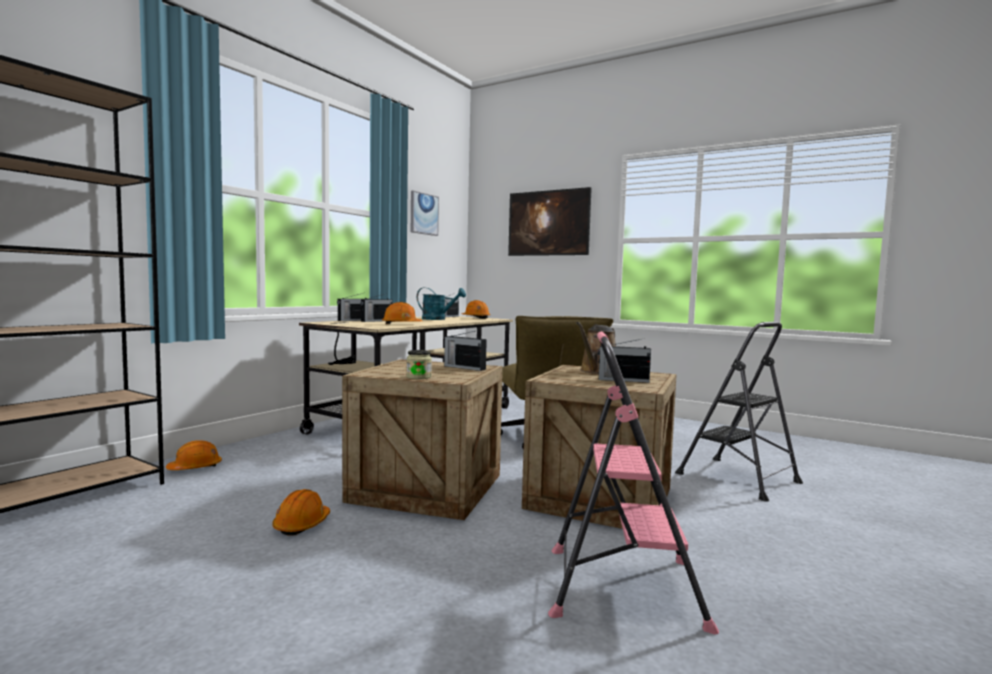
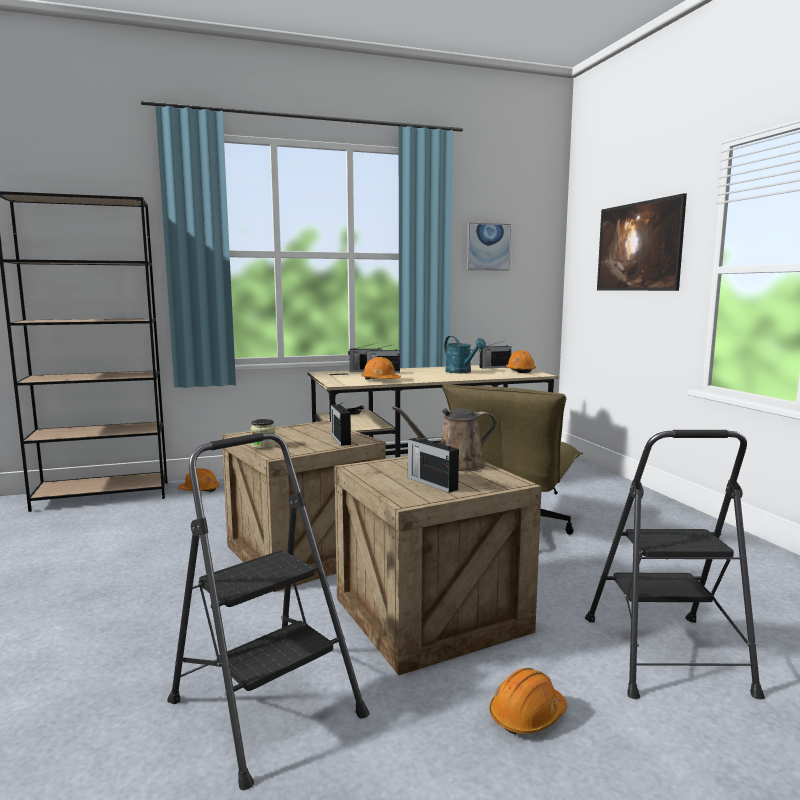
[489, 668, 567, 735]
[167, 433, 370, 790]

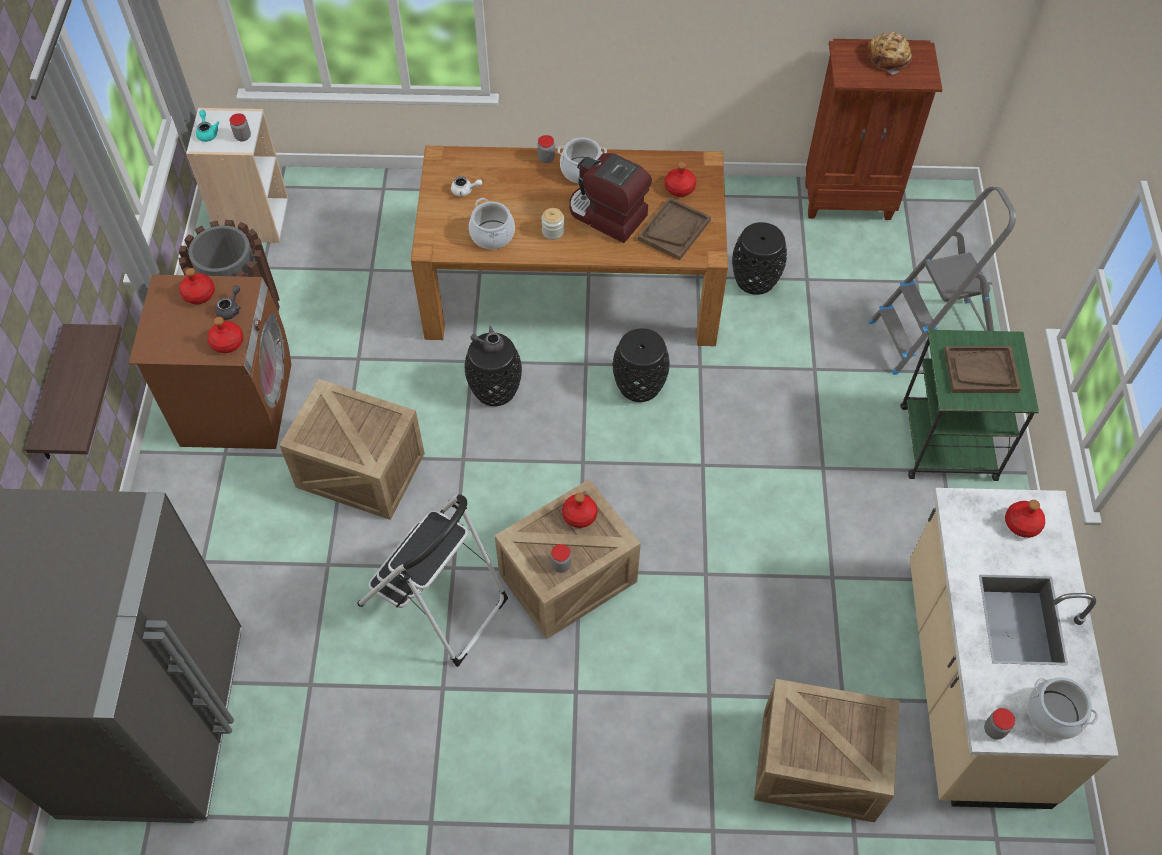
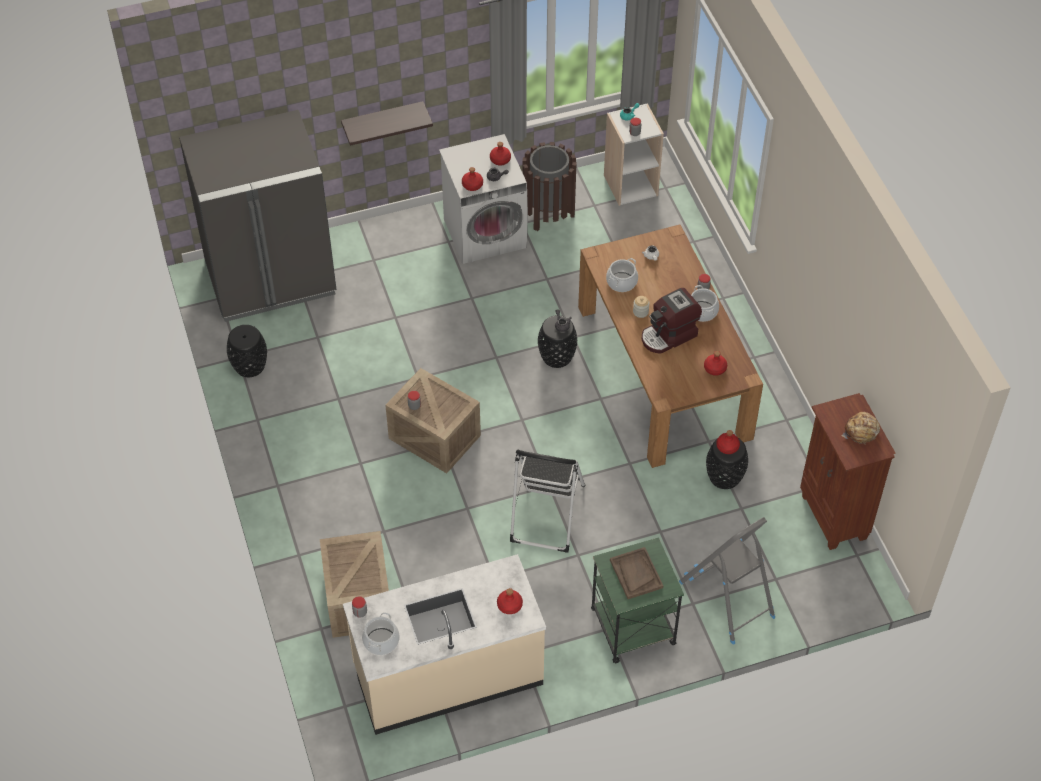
[279, 379, 425, 520] (first image)
[638, 197, 711, 261] (first image)
[510, 450, 585, 553]
[716, 430, 740, 454]
[227, 325, 267, 377]
[439, 134, 528, 264]
[642, 288, 702, 354]

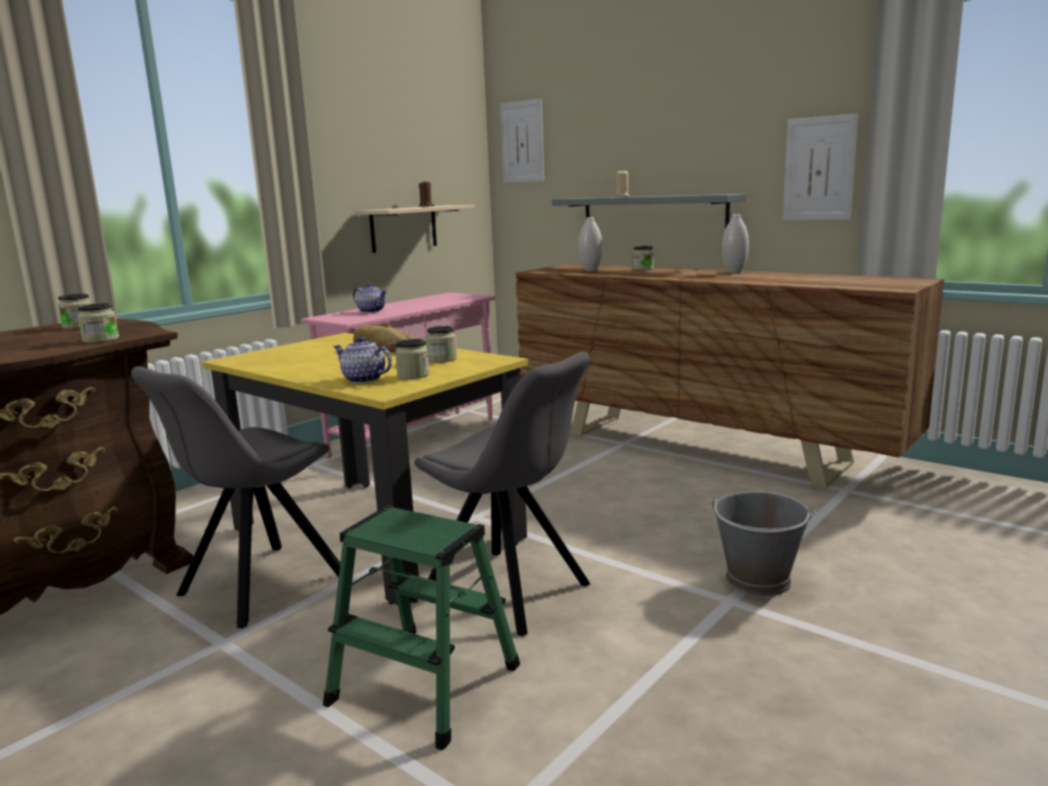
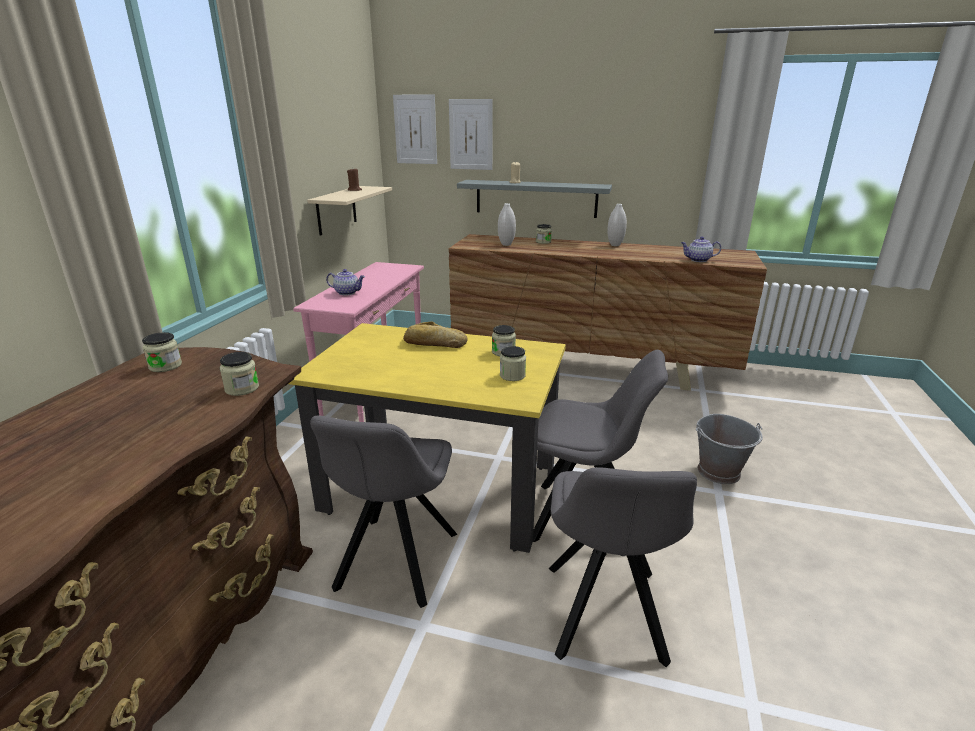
[681, 237, 721, 262]
[449, 99, 493, 170]
[549, 467, 697, 667]

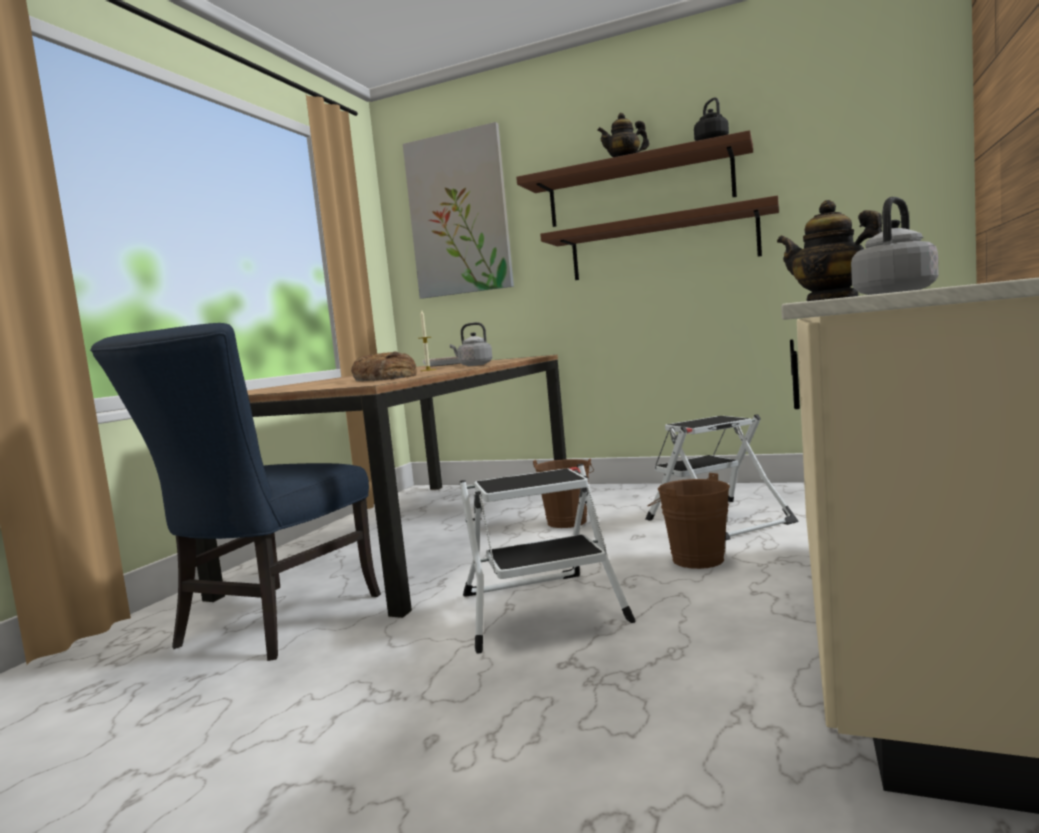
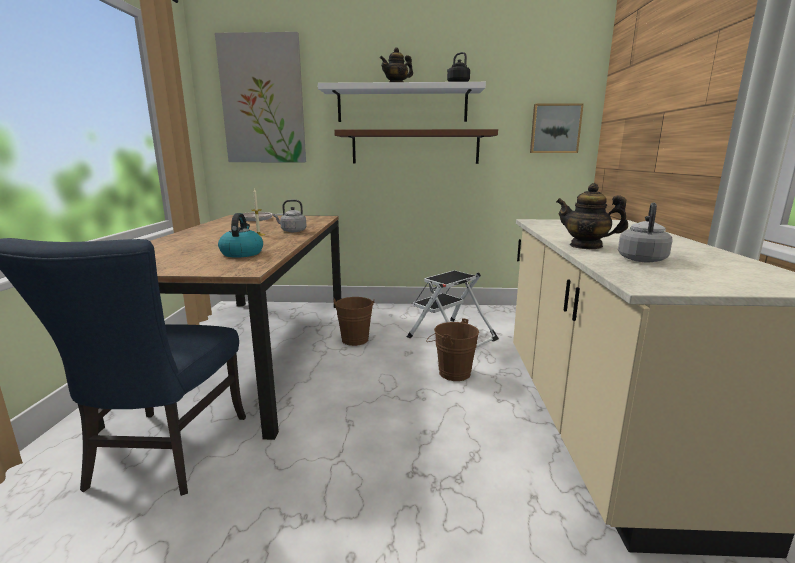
[460, 464, 636, 654] (first image)
[530, 103, 584, 153]
[218, 213, 263, 258]
[318, 82, 486, 122]

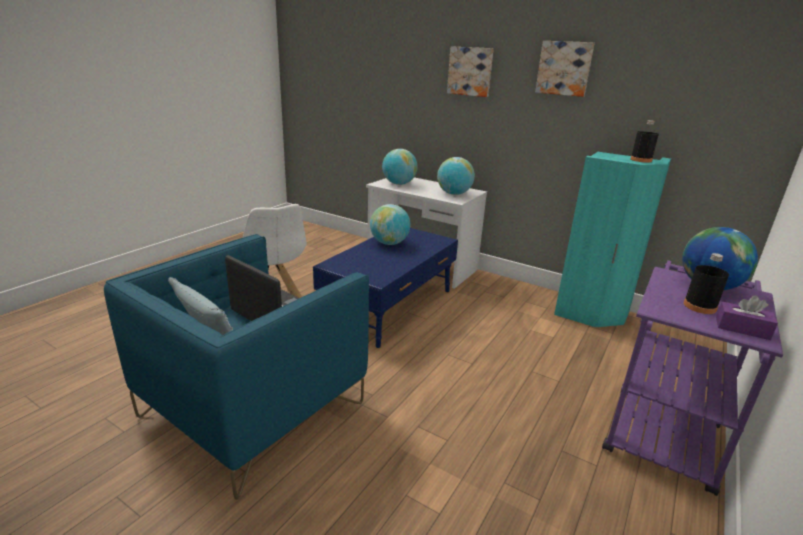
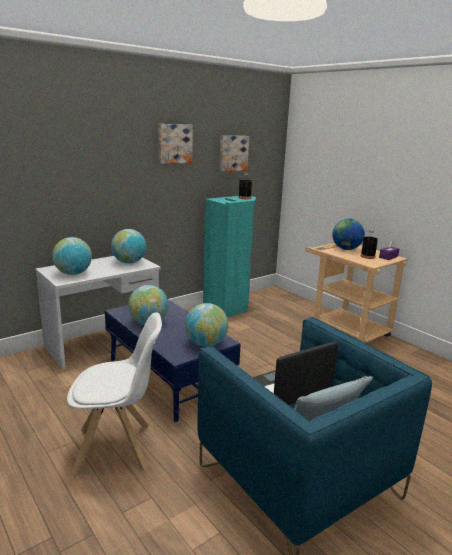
[185, 303, 228, 347]
[219, 136, 249, 172]
[305, 242, 407, 343]

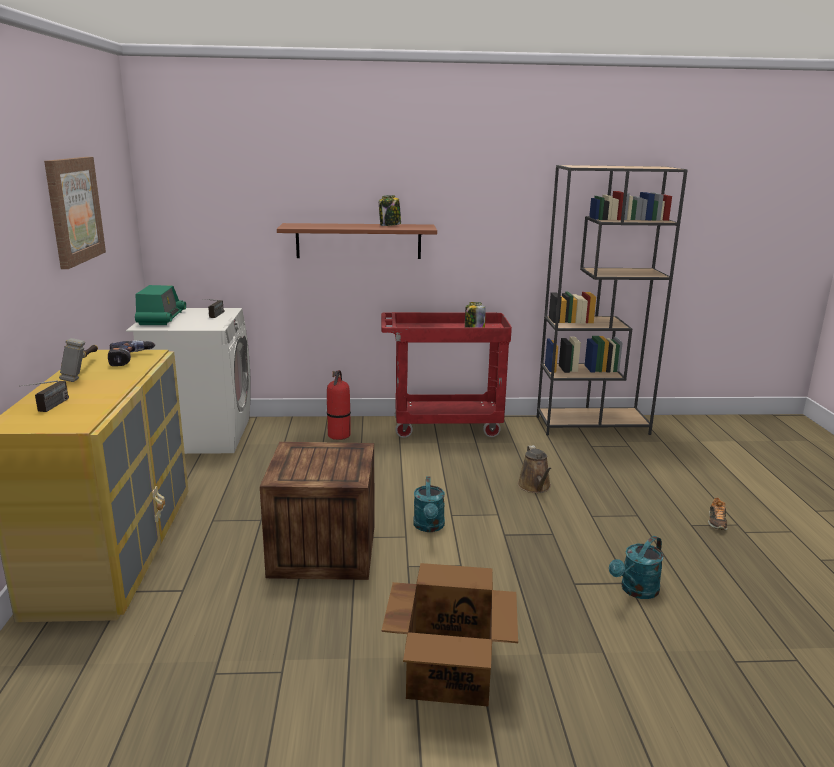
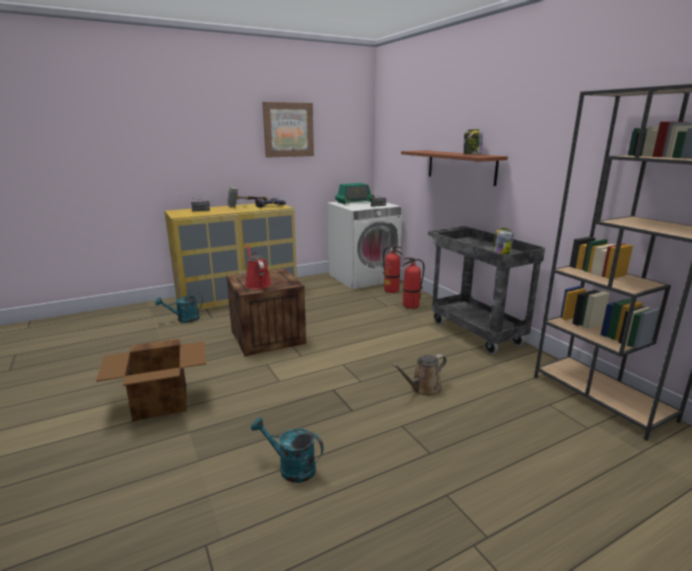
[708, 497, 727, 530] (first image)
[245, 243, 271, 289]
[383, 246, 402, 293]
[155, 292, 203, 323]
[428, 226, 545, 354]

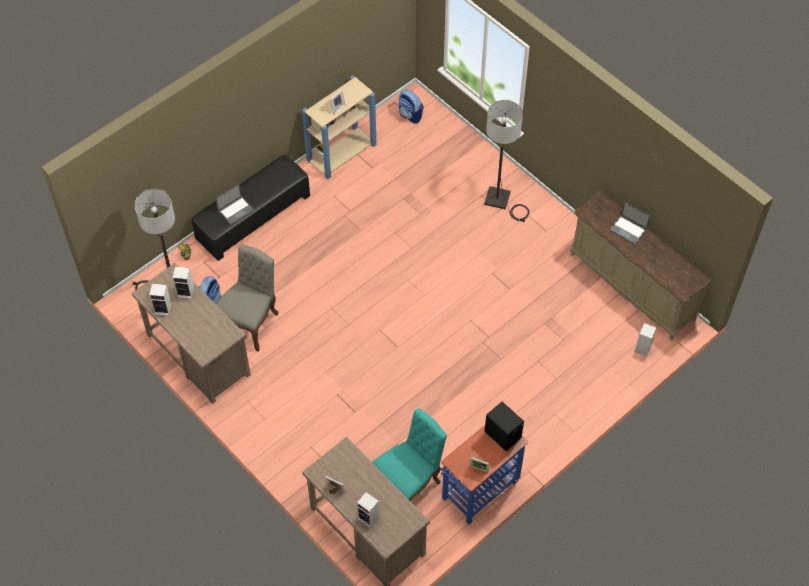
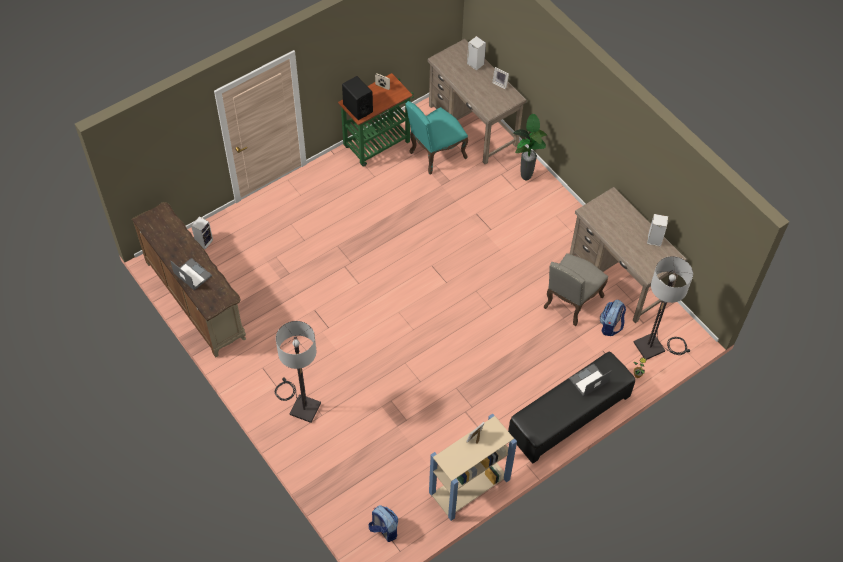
[172, 266, 194, 299] (first image)
[513, 114, 547, 180]
[338, 73, 414, 167]

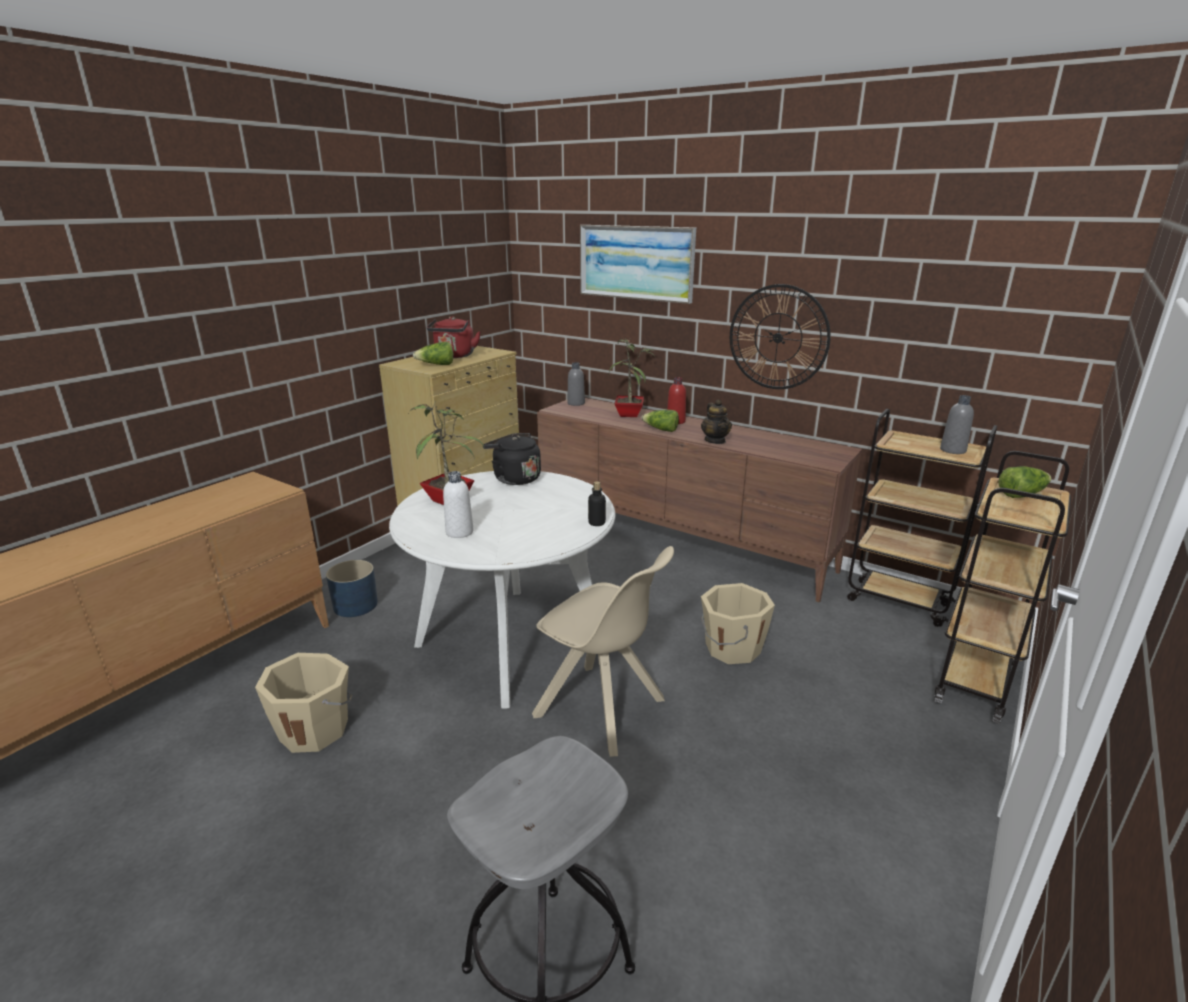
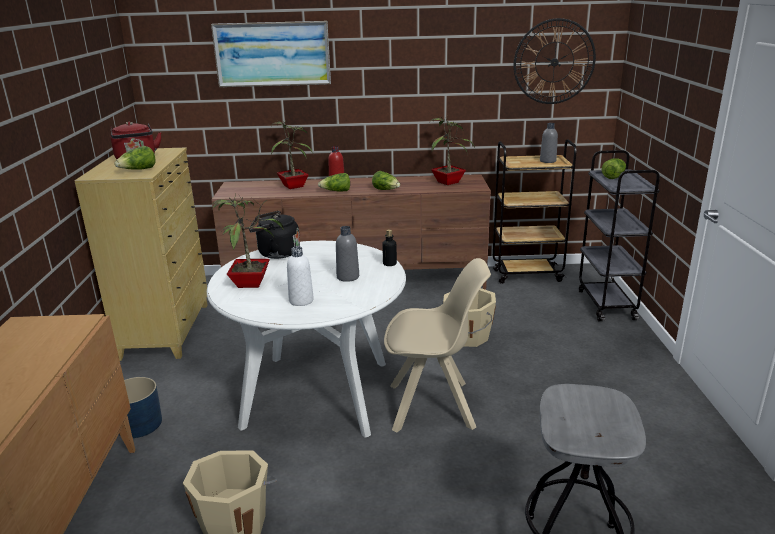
[431, 116, 476, 185]
[336, 226, 359, 282]
[514, 18, 596, 104]
[372, 171, 400, 190]
[578, 150, 660, 321]

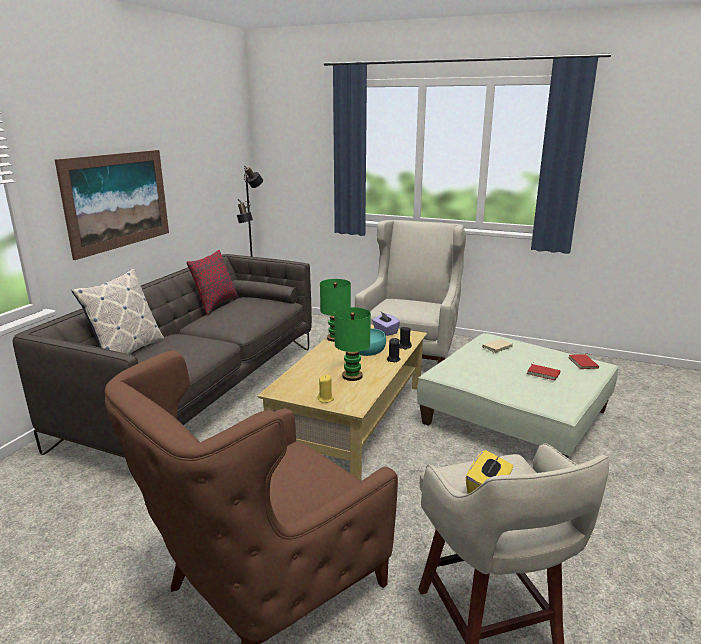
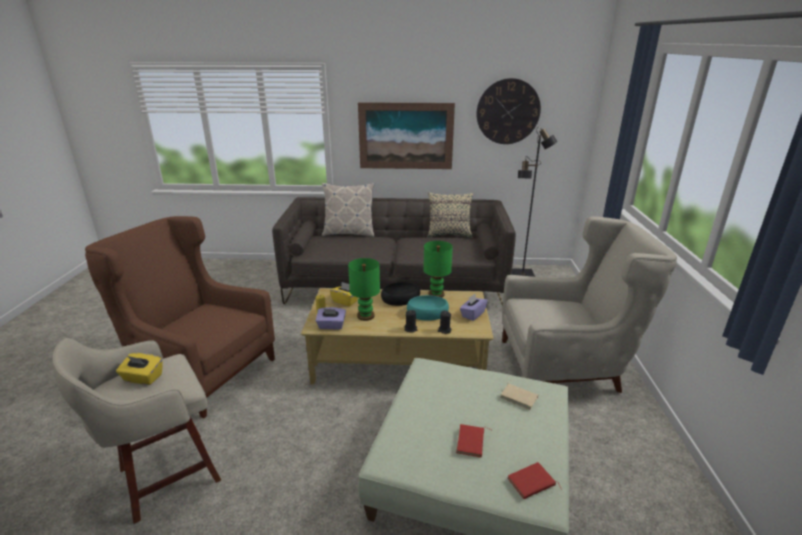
[316, 307, 346, 330]
[330, 282, 358, 306]
[381, 282, 420, 306]
[477, 78, 541, 144]
[428, 193, 473, 238]

